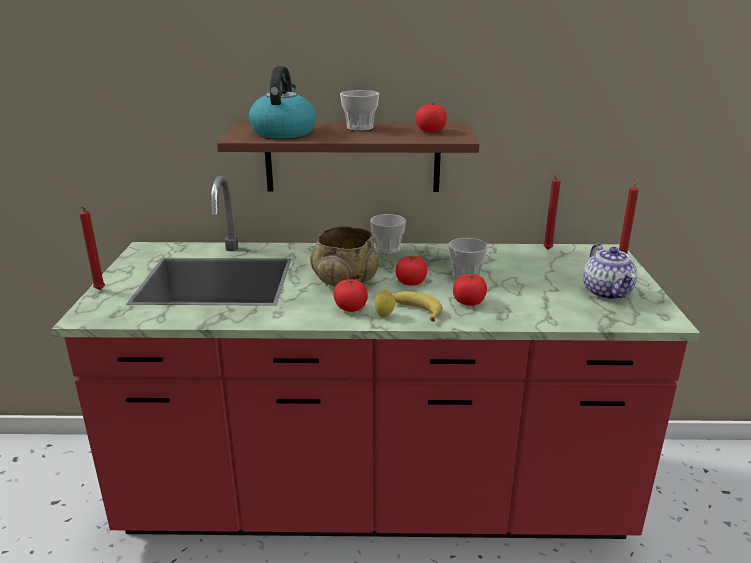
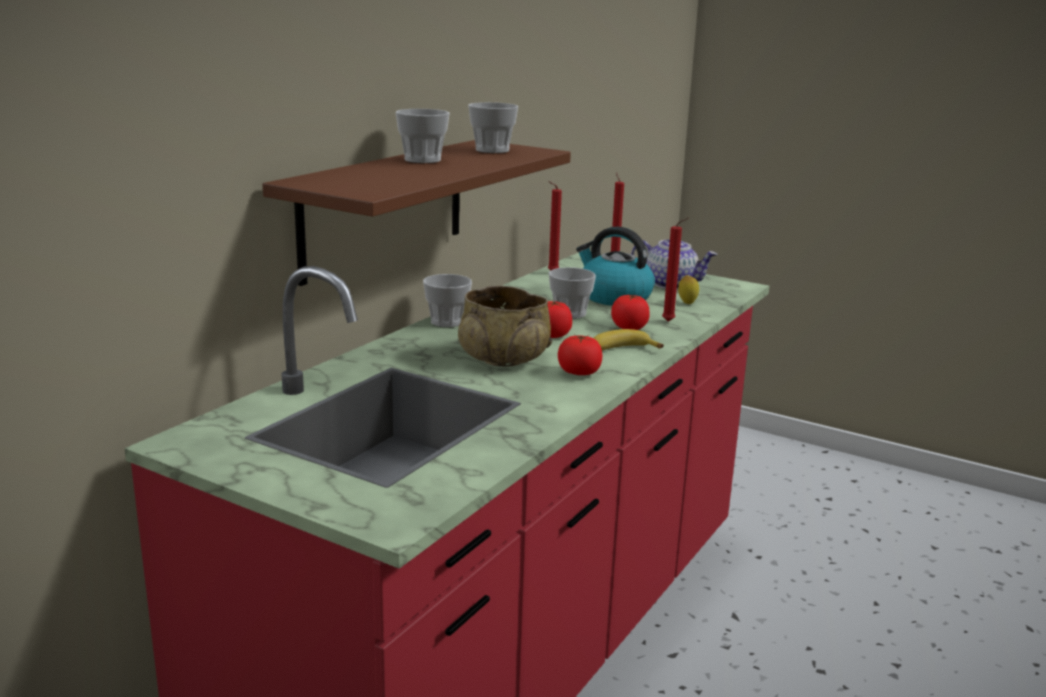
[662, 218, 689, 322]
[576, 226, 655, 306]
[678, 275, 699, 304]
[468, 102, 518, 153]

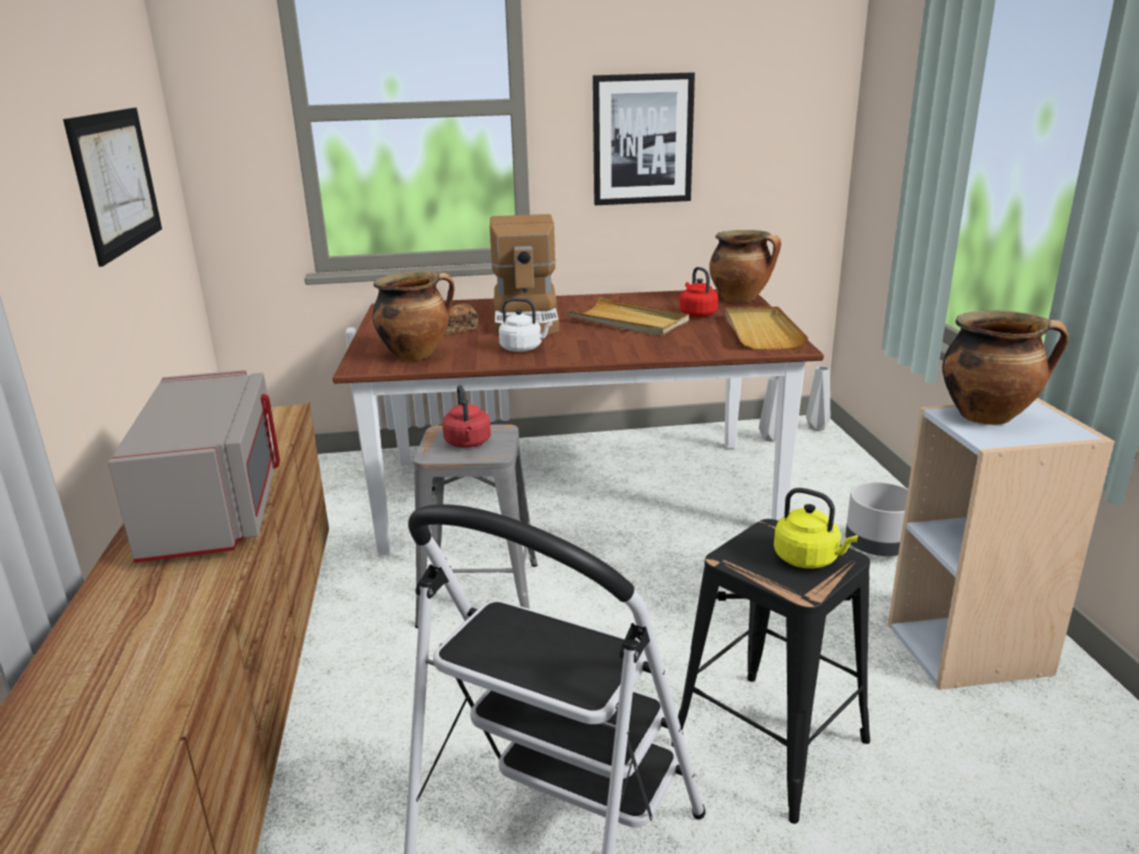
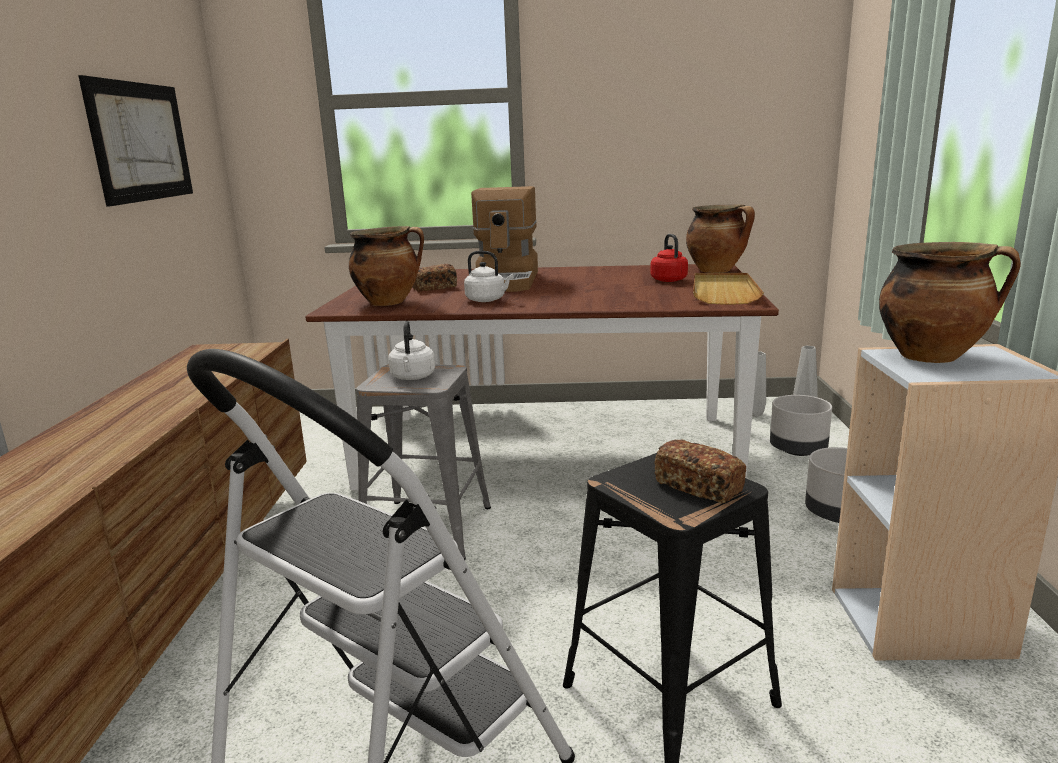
[108, 370, 280, 563] (first image)
[566, 297, 689, 336] (first image)
[593, 72, 695, 205] (first image)
[770, 395, 832, 456]
[654, 439, 746, 503]
[388, 321, 435, 380]

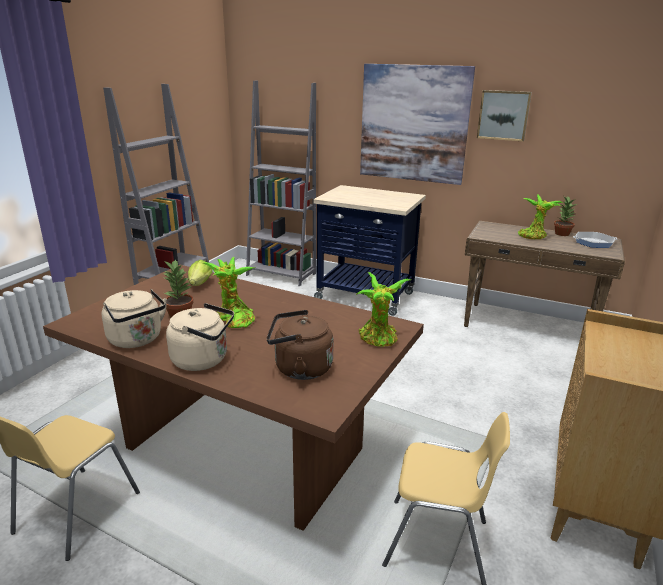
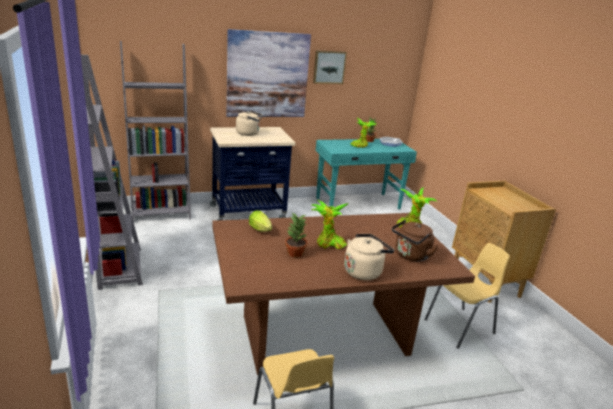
[236, 111, 263, 136]
[316, 139, 417, 209]

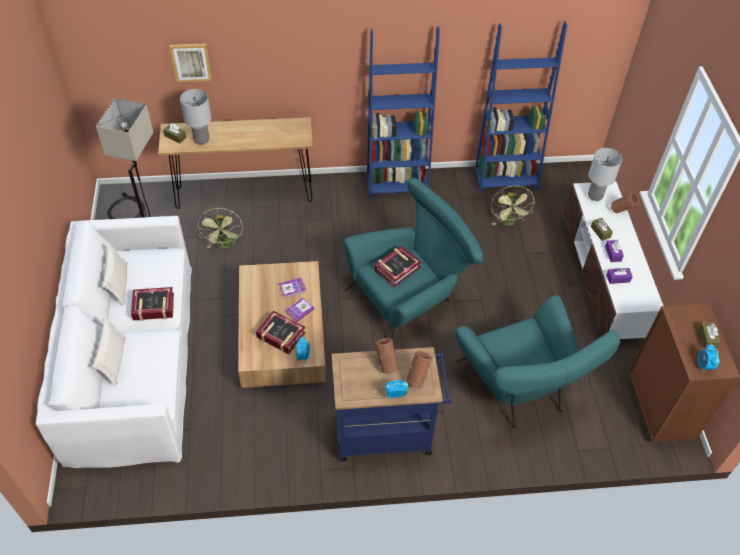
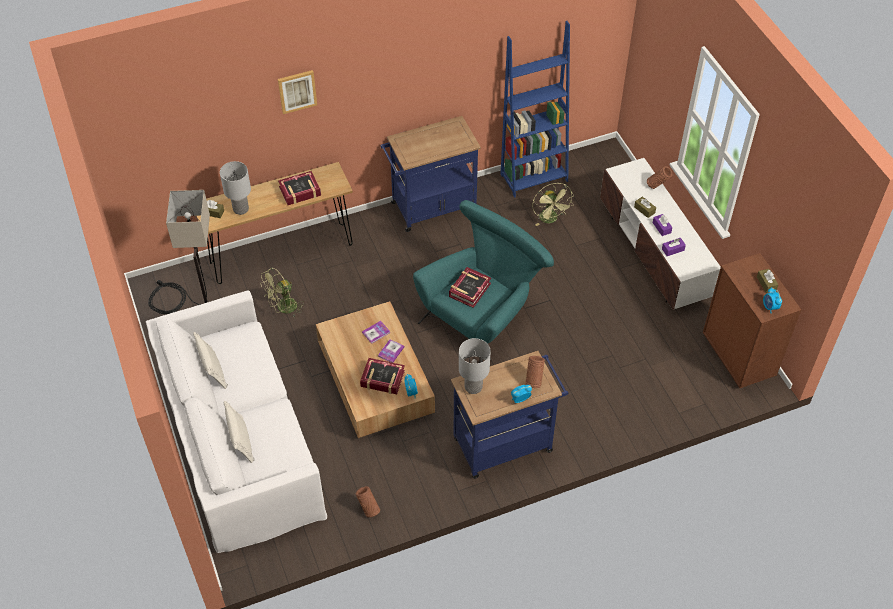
[456, 295, 620, 428] (first image)
[278, 171, 321, 205]
[278, 70, 317, 114]
[356, 486, 380, 517]
[459, 338, 491, 394]
[380, 116, 481, 232]
[261, 268, 302, 317]

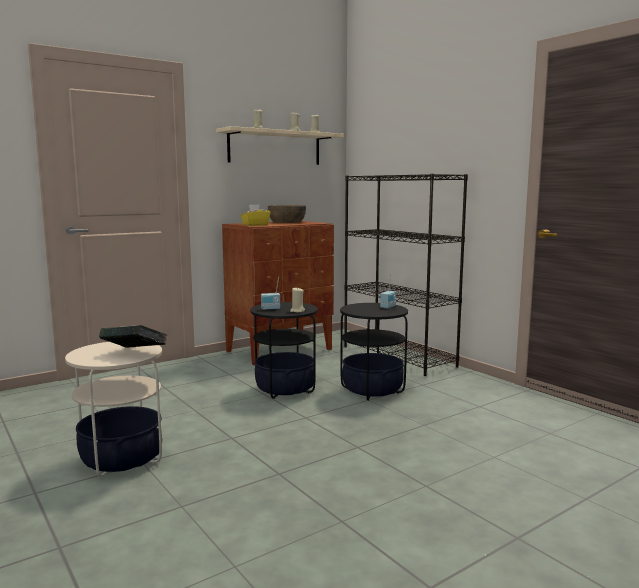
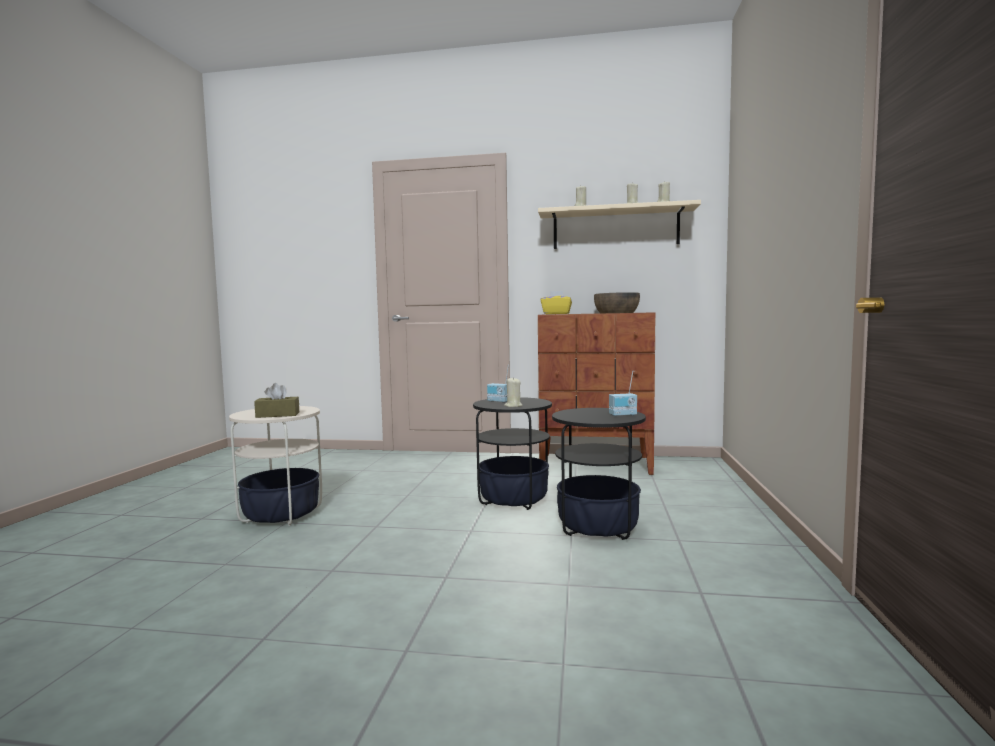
[344, 174, 468, 376] (first image)
[254, 383, 299, 418]

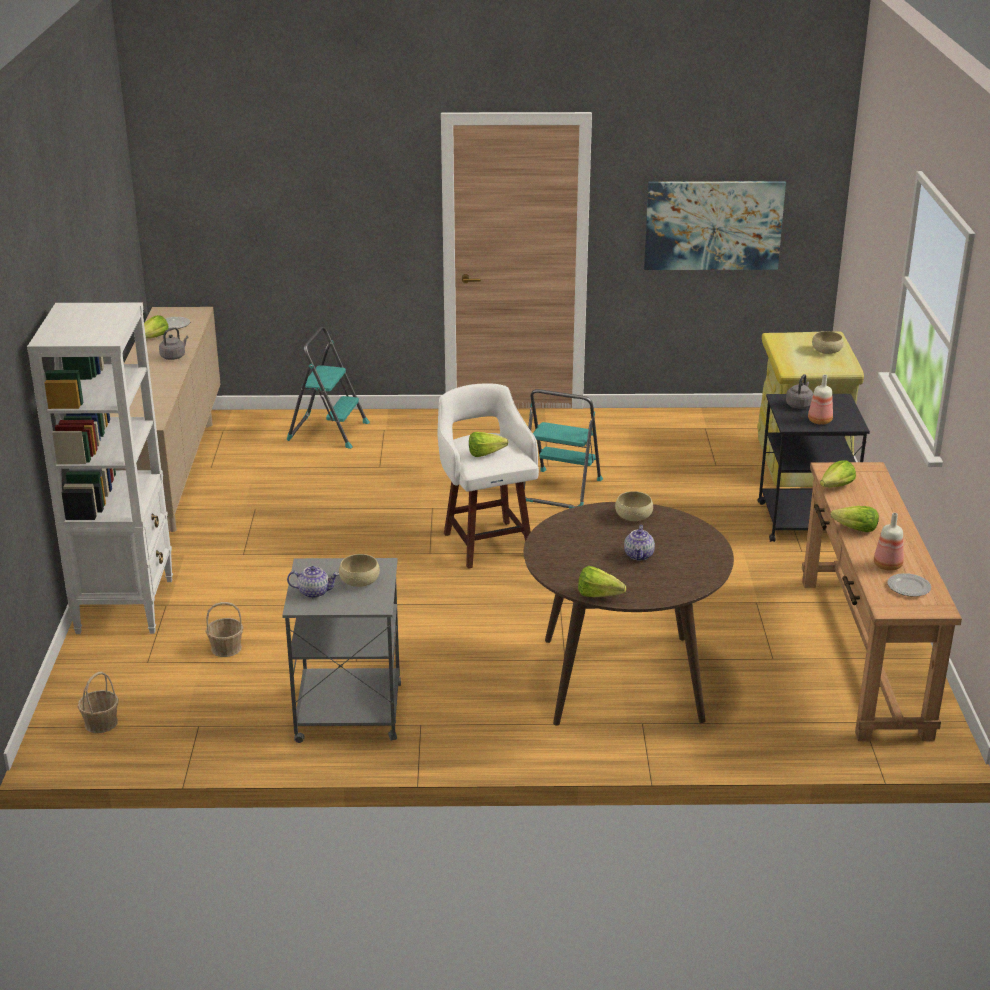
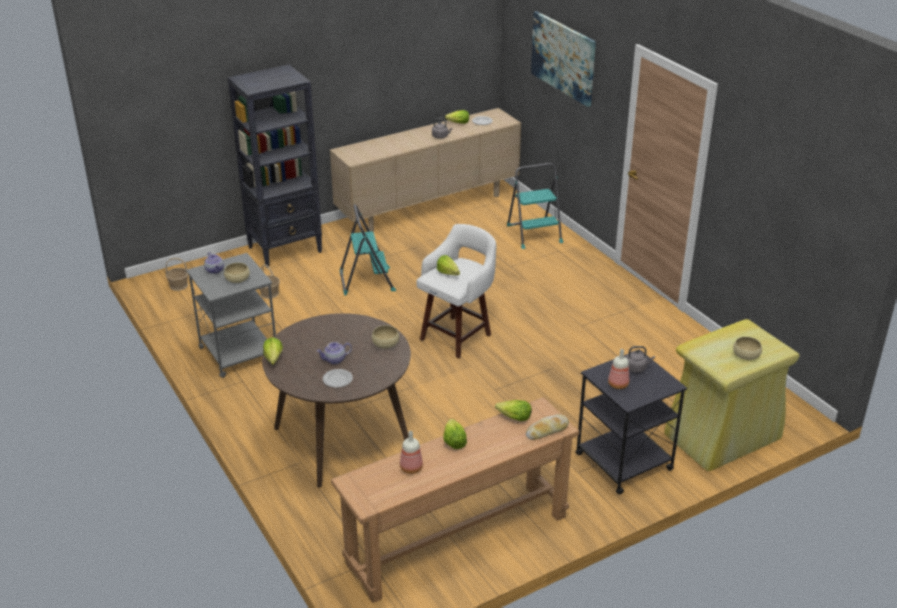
[526, 414, 569, 440]
[340, 204, 396, 296]
[531, 11, 596, 107]
[322, 369, 353, 388]
[228, 65, 322, 268]

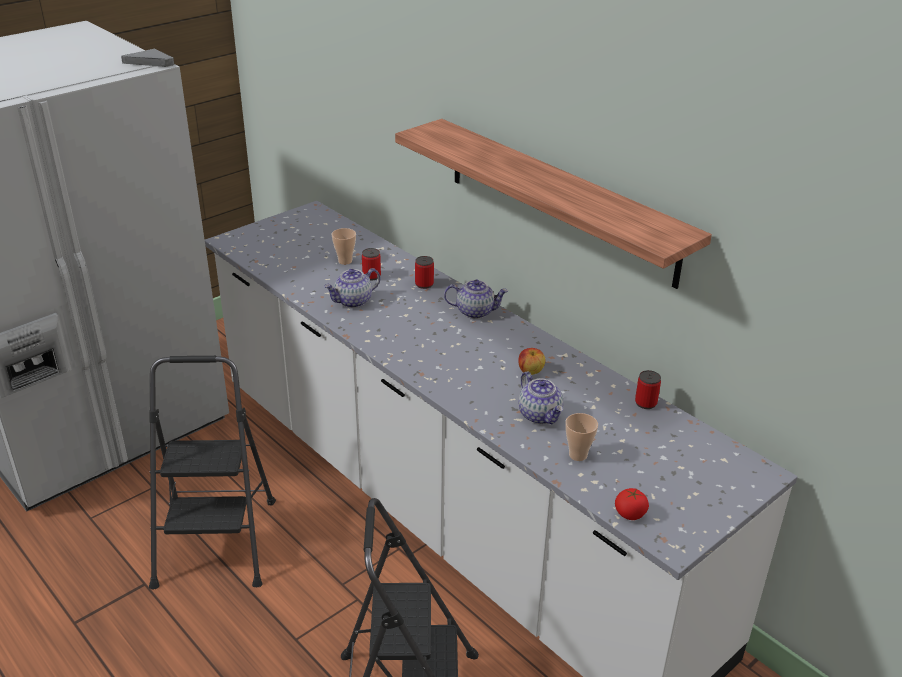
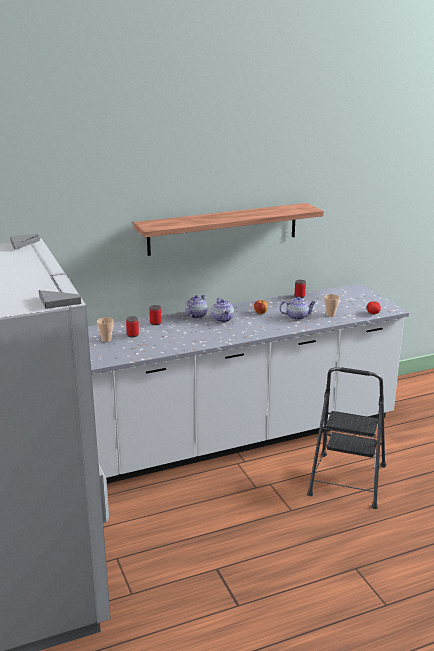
[149, 356, 276, 589] (first image)
[211, 298, 234, 322]

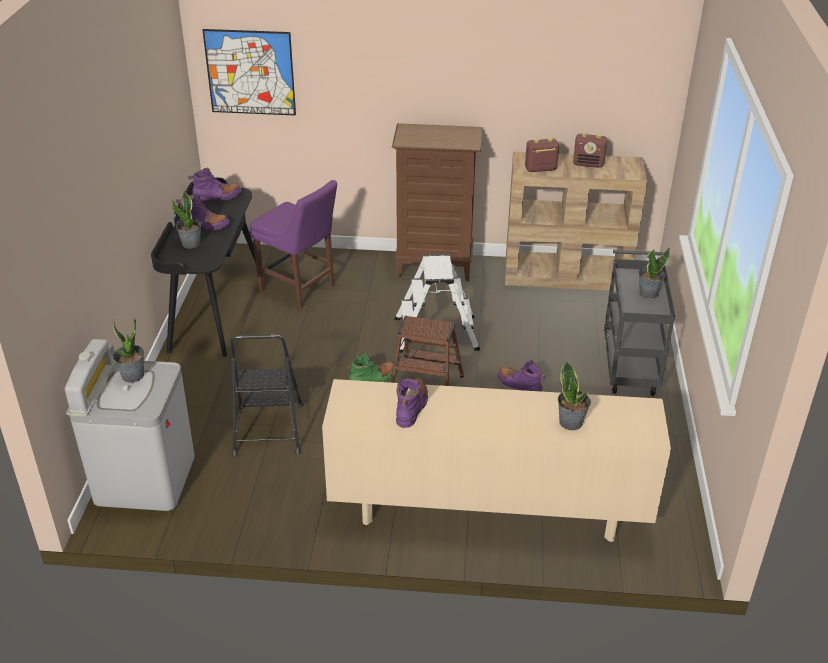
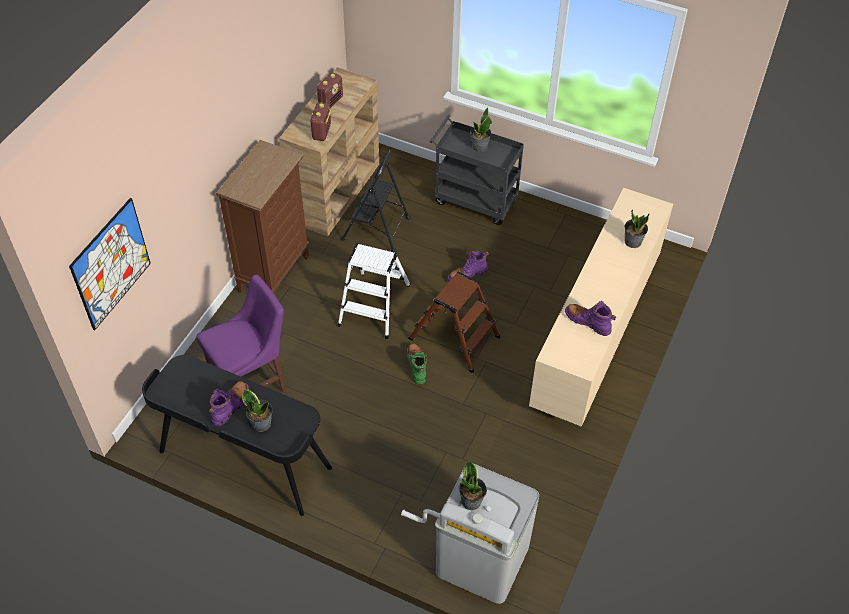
[188, 167, 242, 201] (first image)
[340, 149, 411, 253]

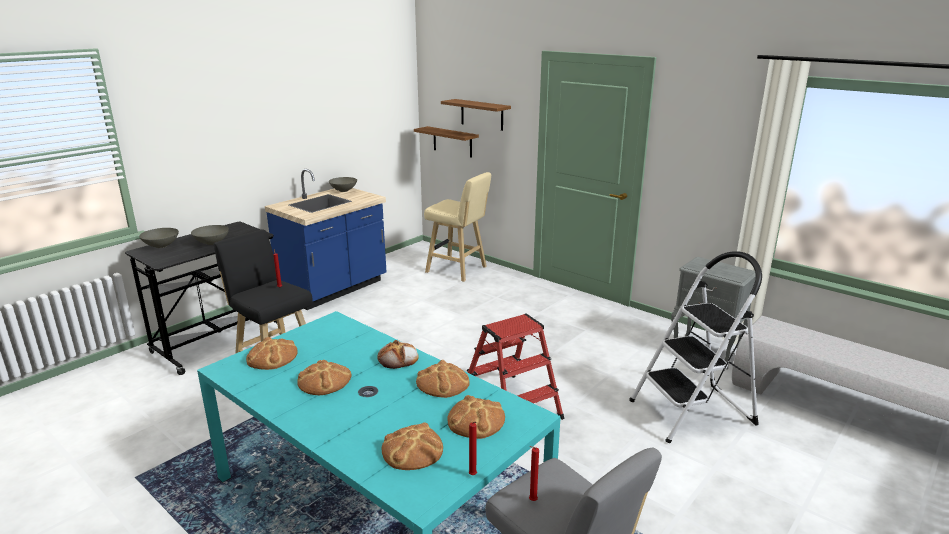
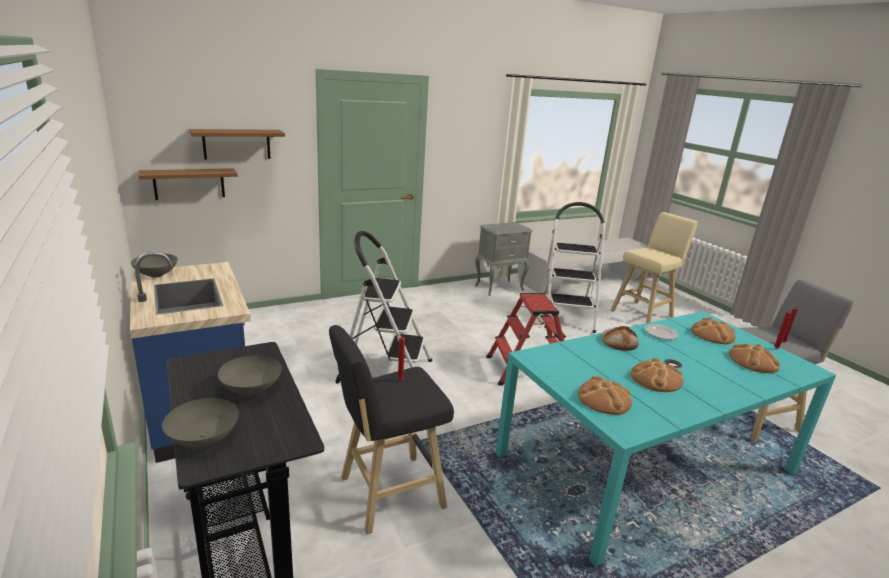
[335, 231, 433, 384]
[610, 212, 697, 323]
[644, 324, 679, 340]

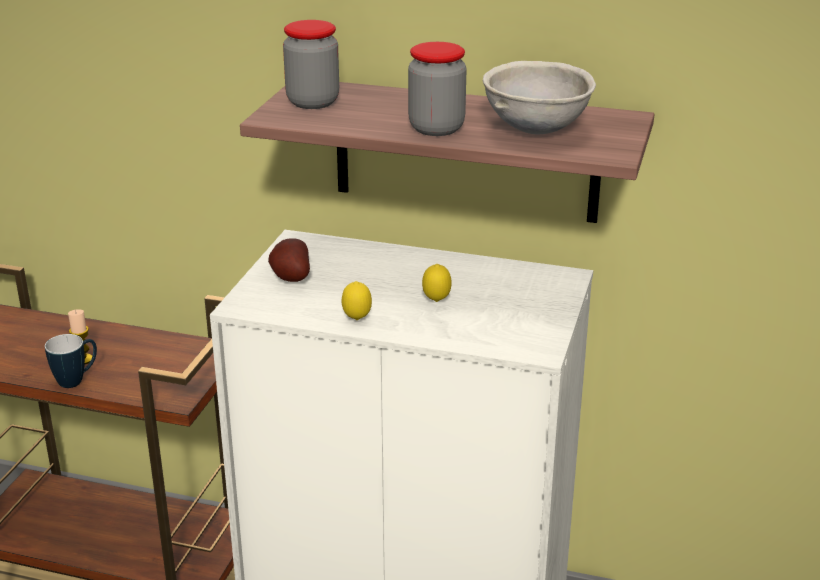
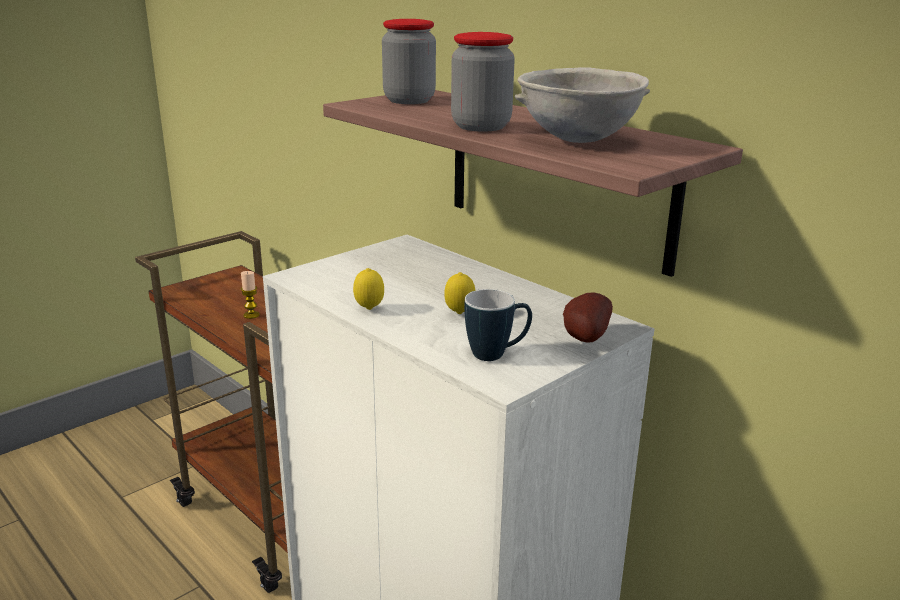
[464, 289, 532, 361]
[563, 292, 613, 343]

